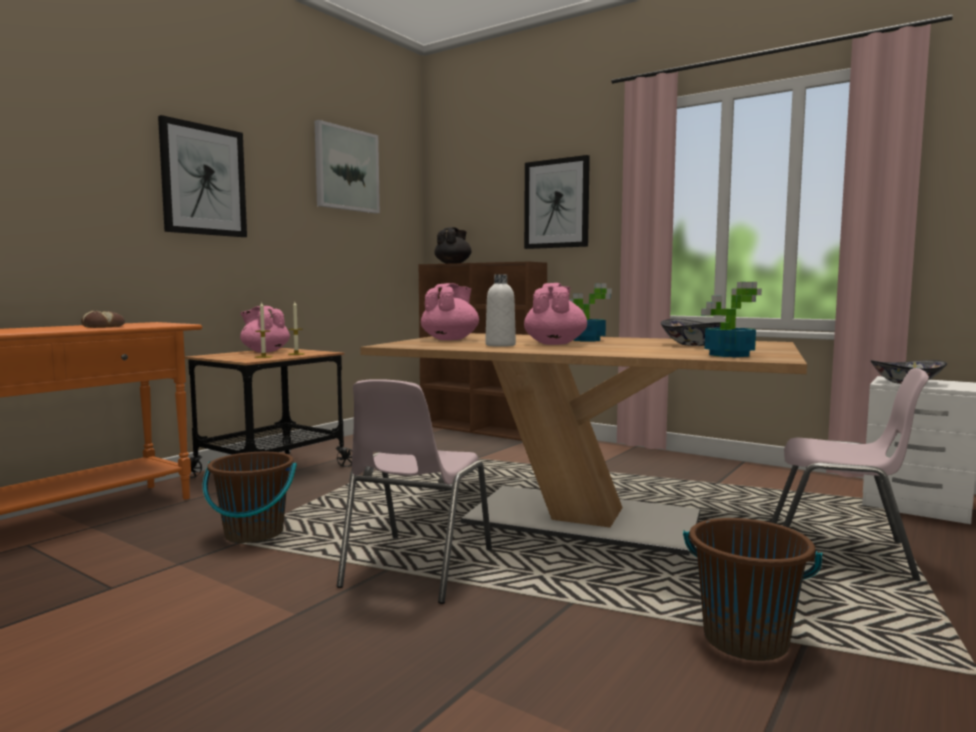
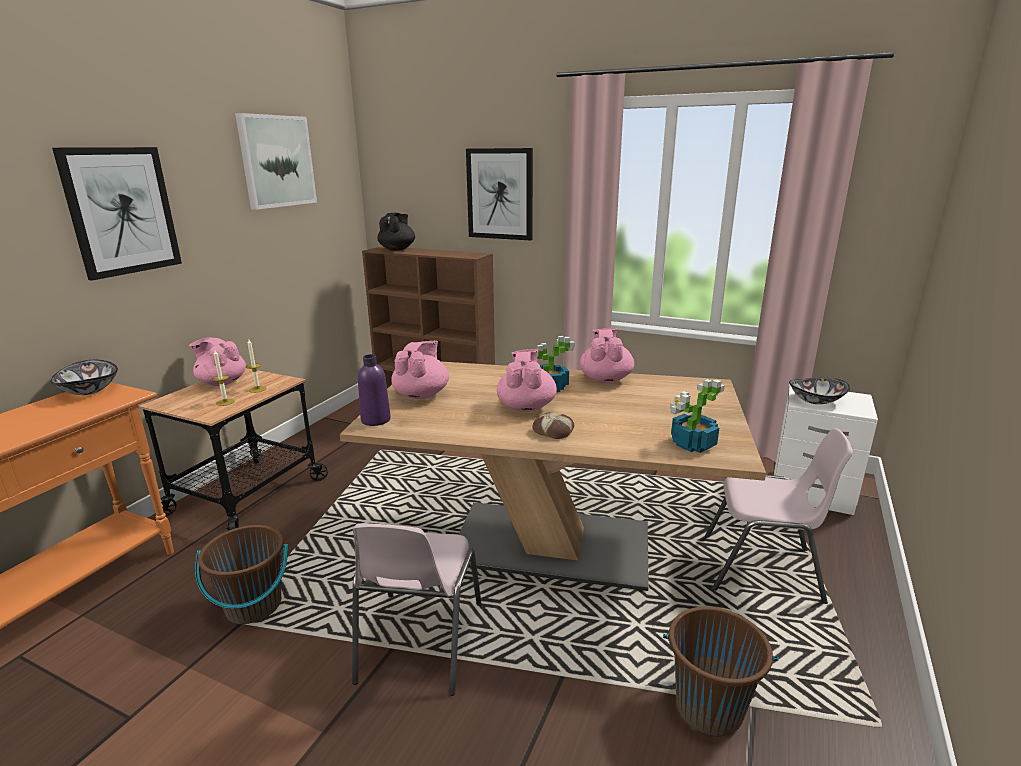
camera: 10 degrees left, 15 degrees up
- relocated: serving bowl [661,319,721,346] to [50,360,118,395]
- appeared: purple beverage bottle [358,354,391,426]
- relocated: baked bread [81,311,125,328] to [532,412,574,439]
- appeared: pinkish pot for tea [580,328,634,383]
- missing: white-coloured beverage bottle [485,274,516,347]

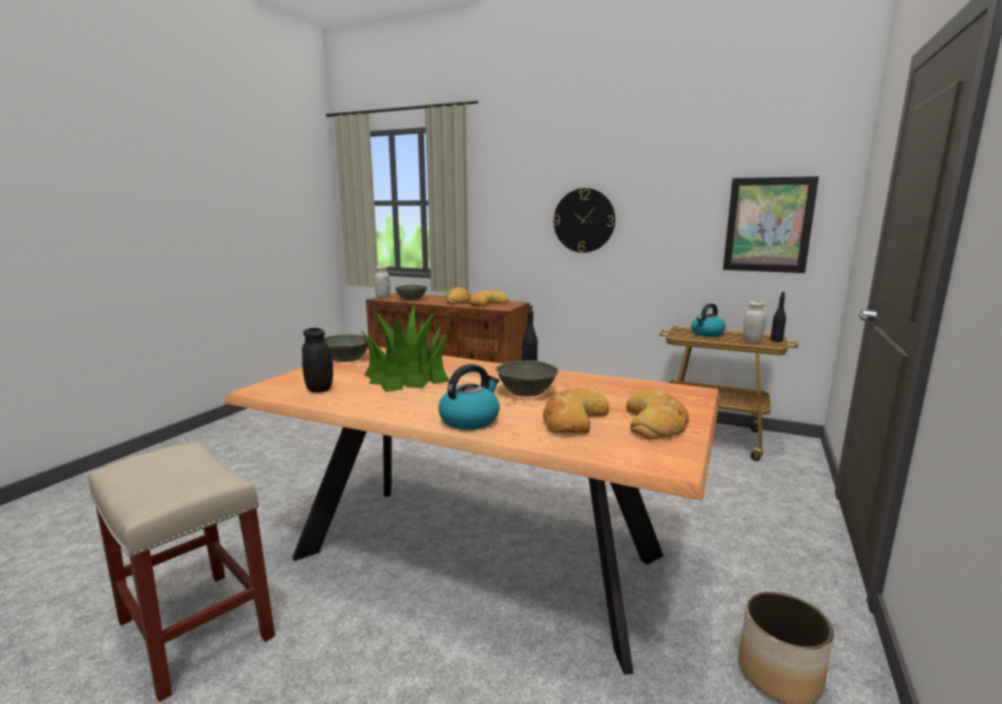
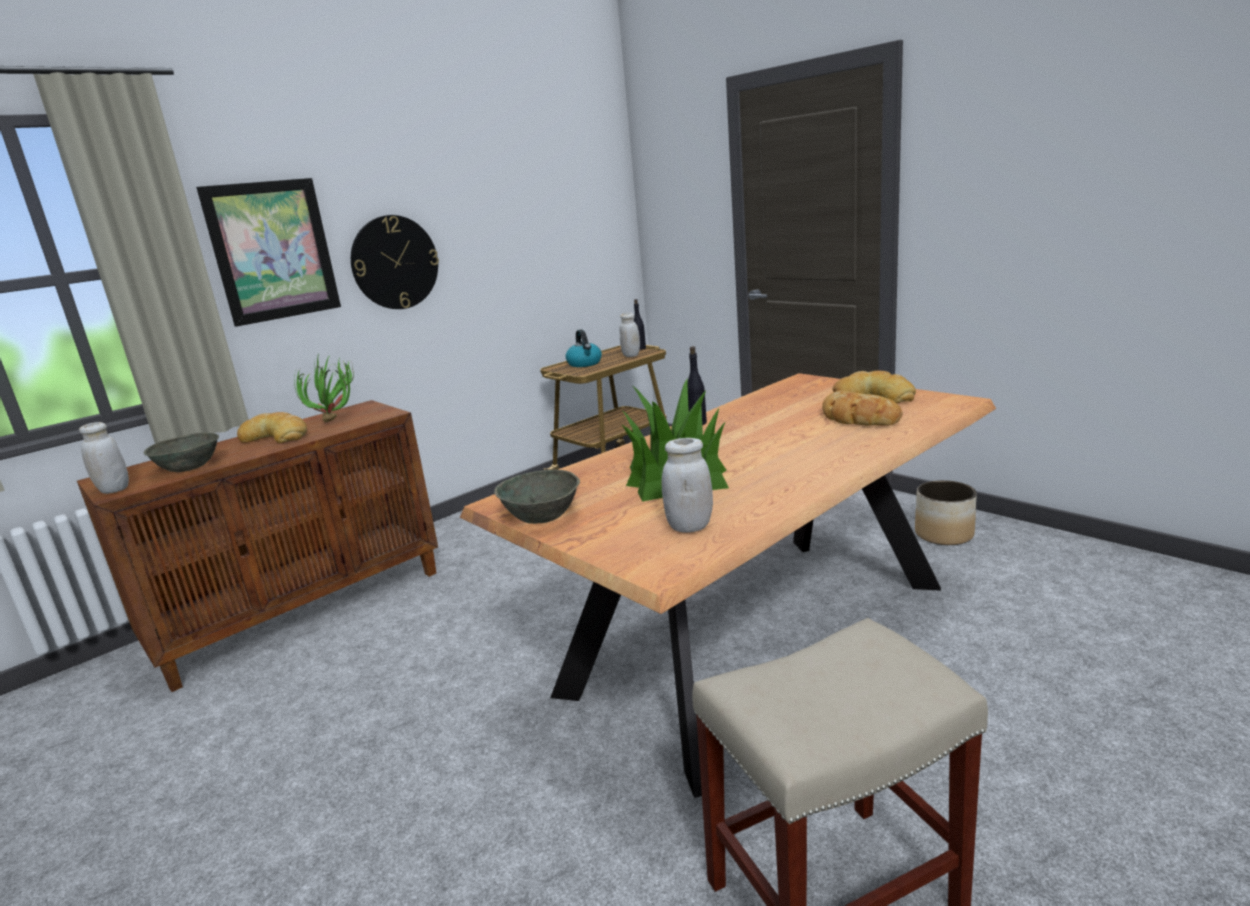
camera: 65 degrees left, 5 degrees up
- relocated: wall art [723,176,819,273] to [196,178,341,327]
- exchanged: baked bread [469,290,509,307] to potted plant [294,353,354,422]
- colour: blackish storage jar [302,328,333,392] to white-coloured storage jar [662,438,713,533]
- missing: water kettle [439,364,500,430]
- missing: gray serving bowl [496,361,559,397]

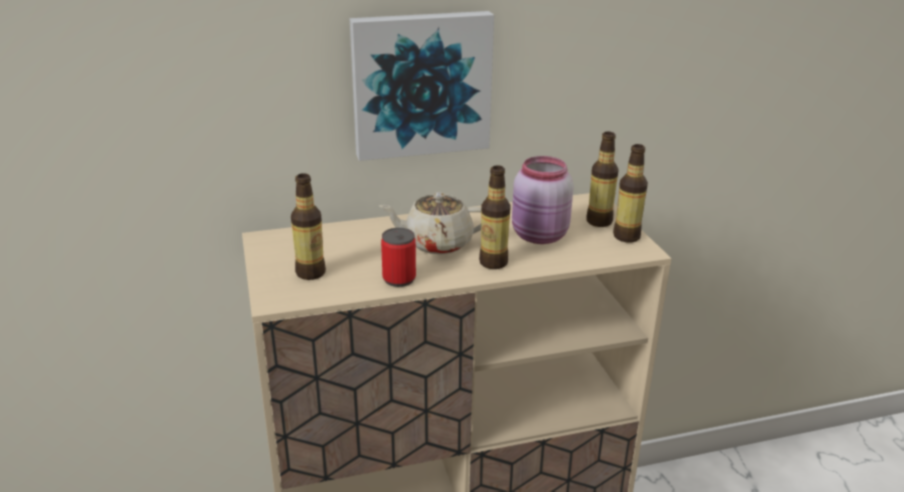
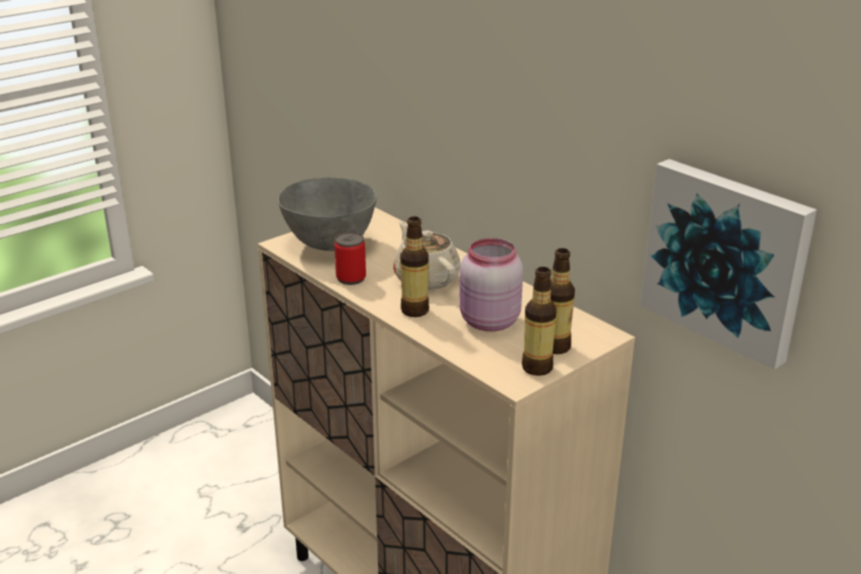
camera: 65 degrees right, 0 degrees up
- exchanged: beverage bottle [291,173,326,280] to gray serving bowl [278,177,377,251]
- relocated: wall art [350,11,494,161] to [640,159,817,369]

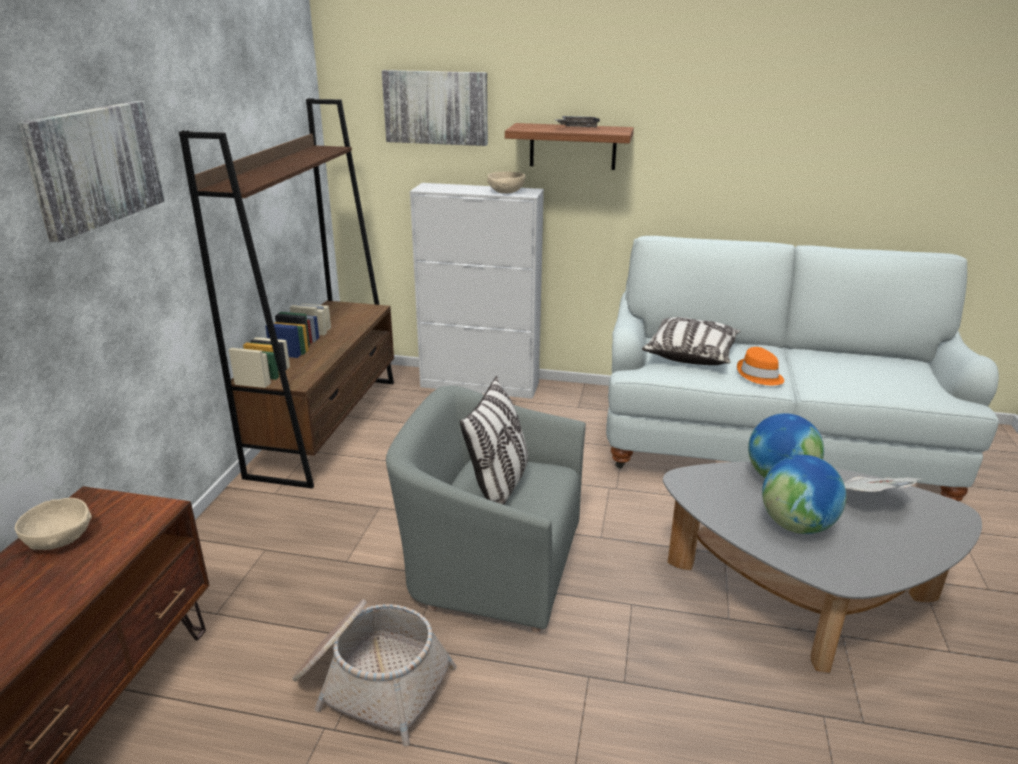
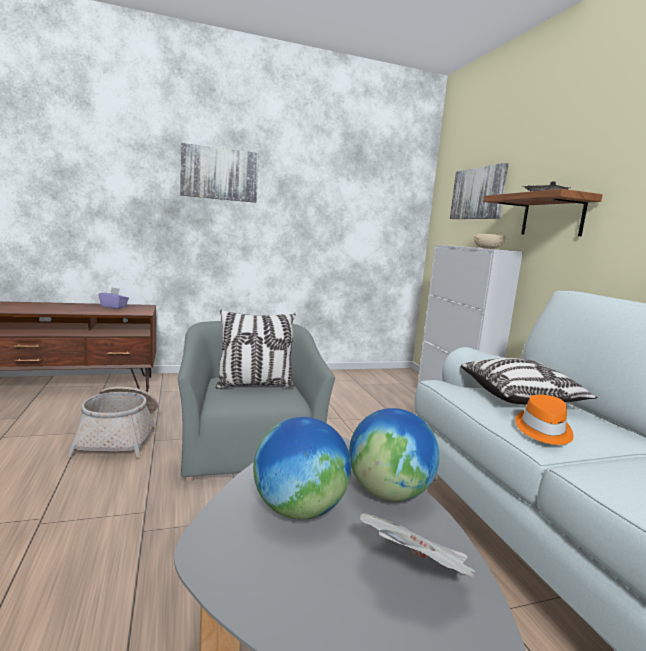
camera: 60 degrees right, 15 degrees down
- exchanged: beige-coloured serving bowl [15,498,92,550] to purple tissue holder [98,288,129,309]
- missing: brownish shelving unit [179,98,394,489]

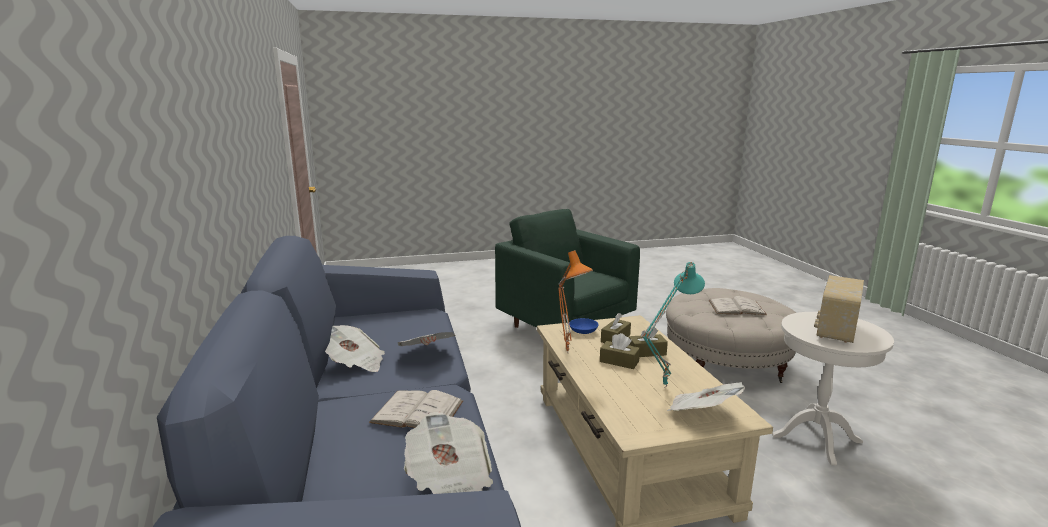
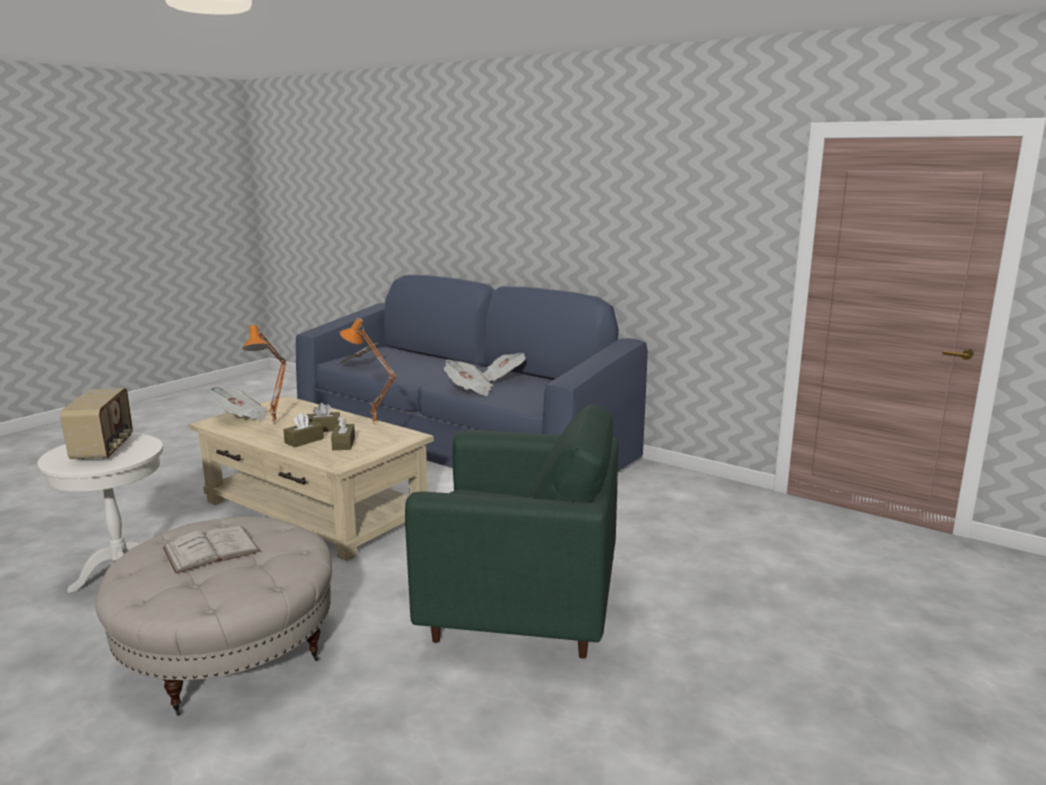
camera: 140 degrees right, 0 degrees up
- colour: blue-green tabletop lamp [642,262,705,388] to orange tabletop lamp [242,325,287,424]
- missing: white-coloured book [369,390,463,428]
- missing: bluish serving bowl [569,318,599,334]

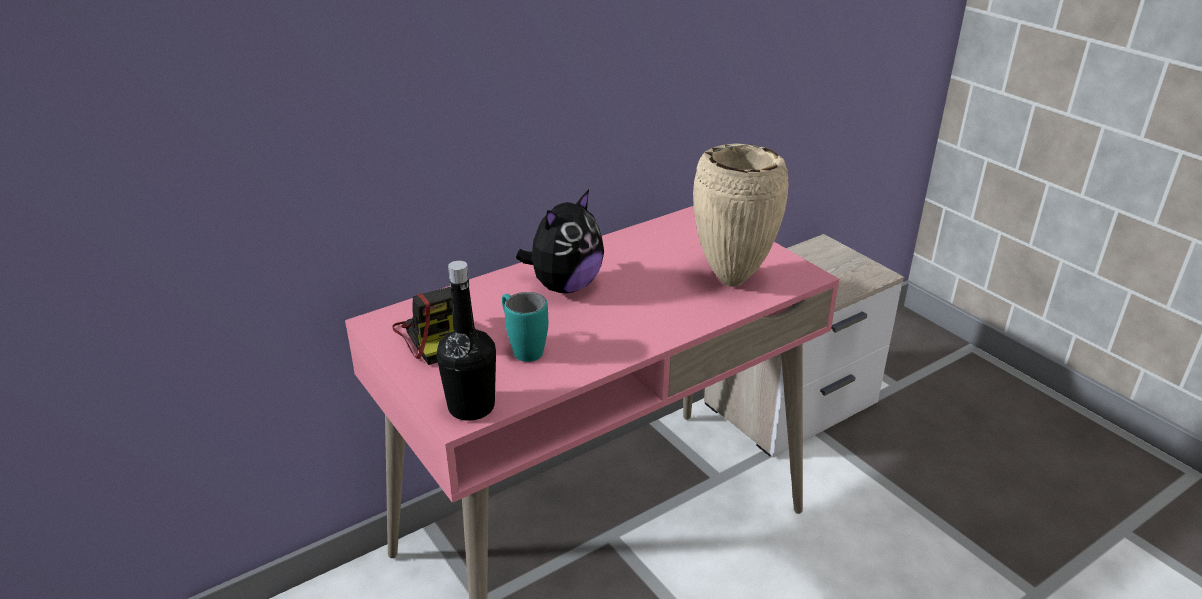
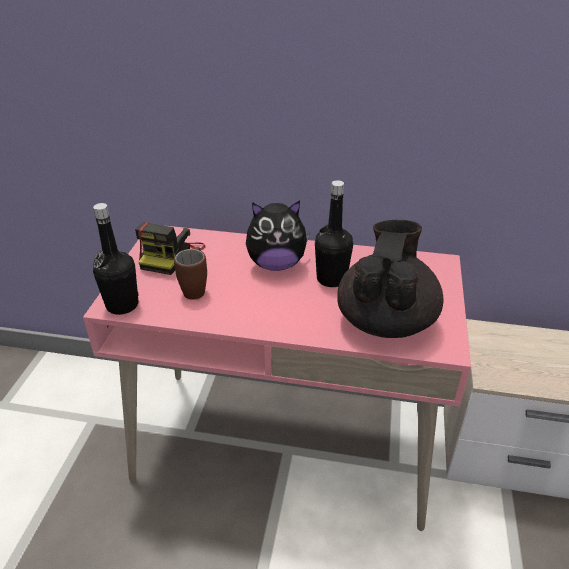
camera: 45 degrees right, 5 degrees up
- colour: blue-green mug [502,292,548,362] to brownish mug [174,247,207,300]
- appeared: blackish beverage bottle [315,180,353,287]
- exchanged: beige-coloured vase [693,143,788,287] to blackish pot for tea [337,220,443,338]

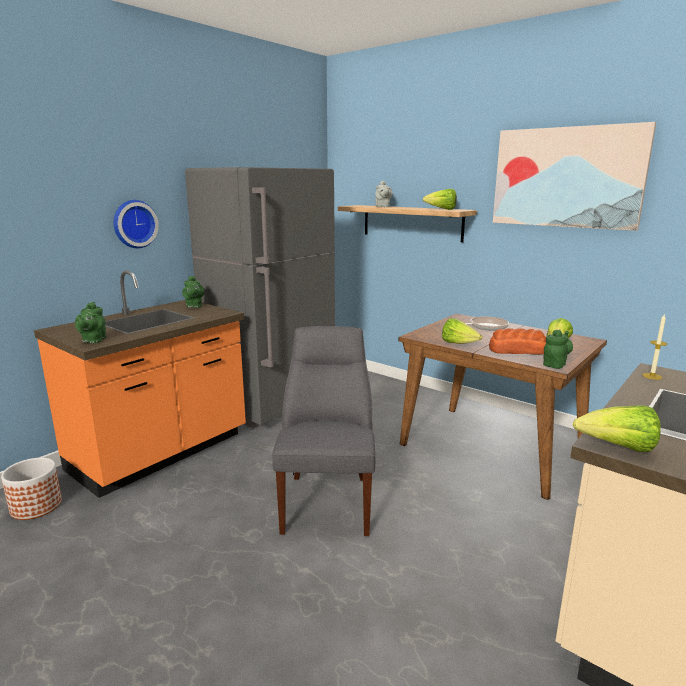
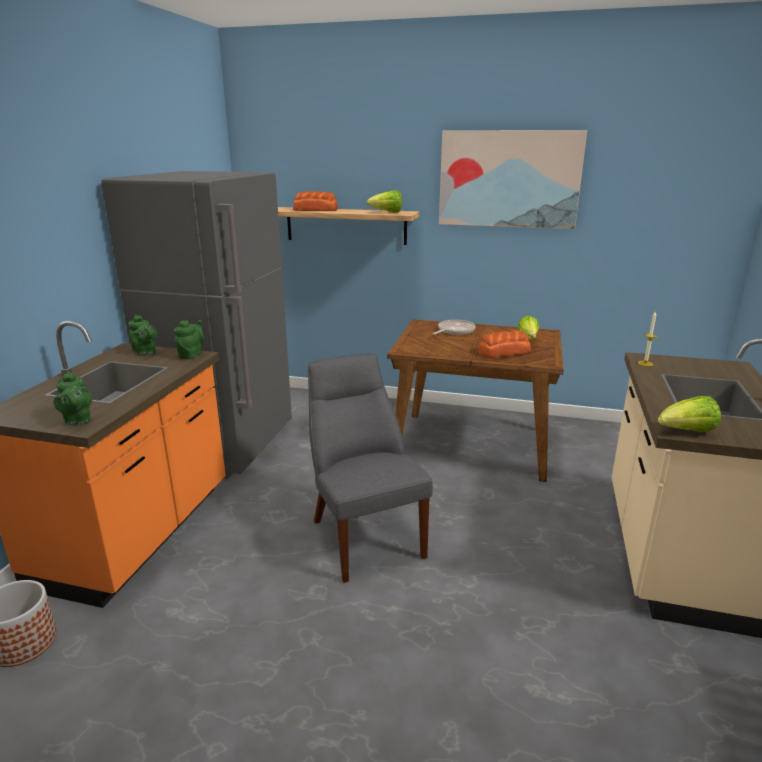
camera: 25 degrees left, 5 degrees up
- relocated: green pot for tea [543,329,573,369] to [174,320,204,359]
- exchanged: gray pot for tea [375,181,393,207] to baked bread [293,191,338,211]
- missing: wall clock [114,200,159,248]
- missing: lettuce head [442,319,482,344]

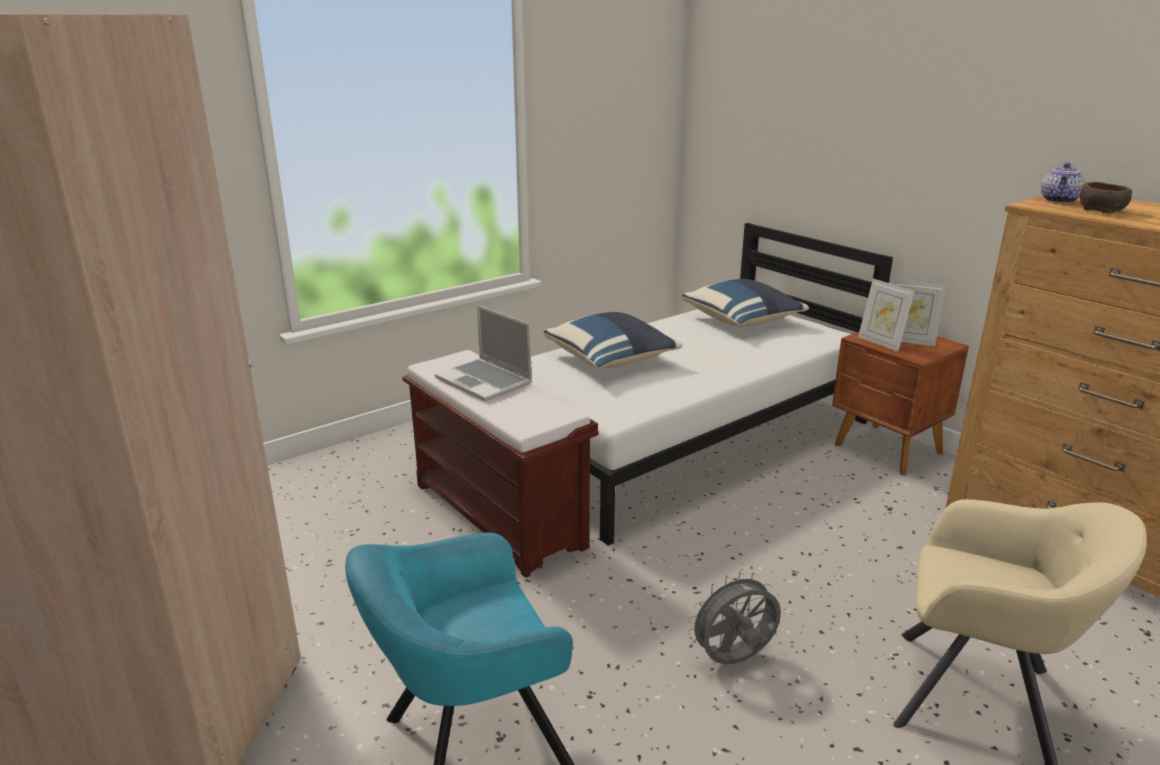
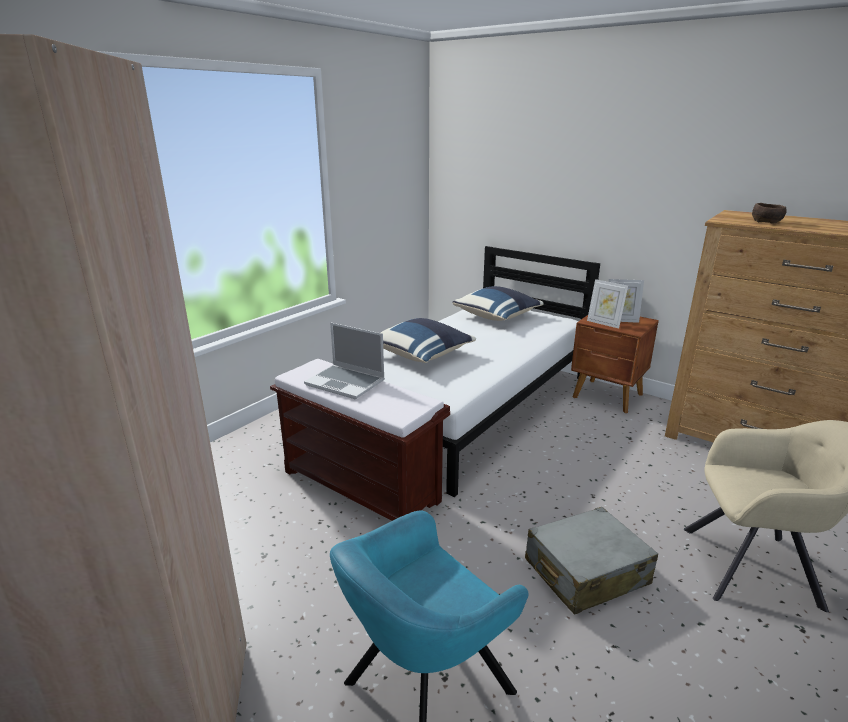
camera: 15 degrees left, 0 degrees up
- exchanged: gray cooling fan [687,571,781,664] to gray suitcase [525,507,658,615]
- missing: pot for tea [1041,163,1085,203]

